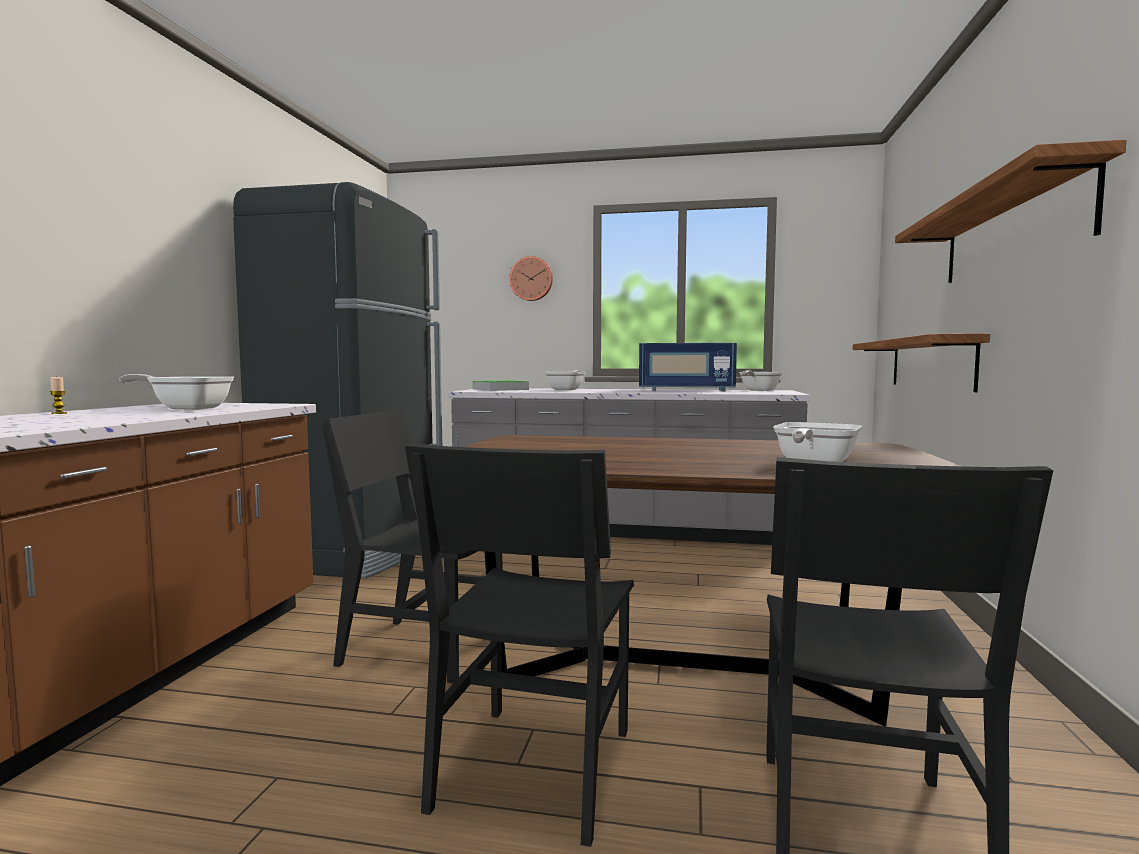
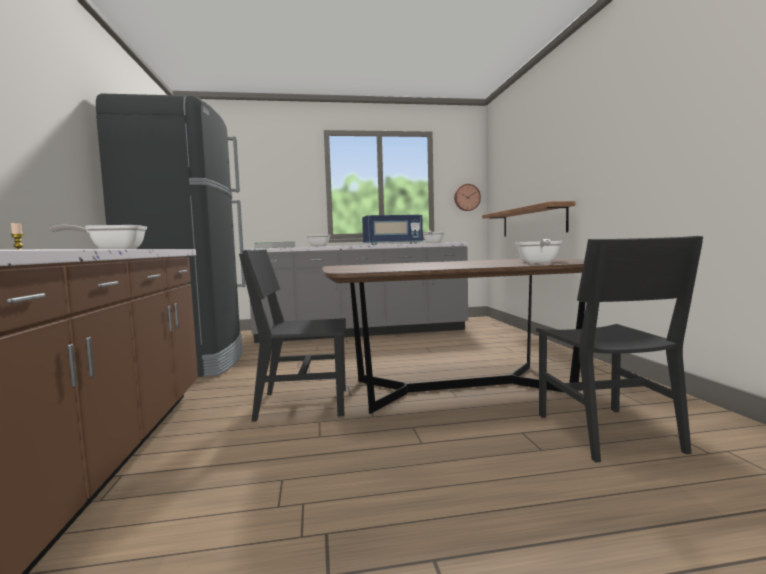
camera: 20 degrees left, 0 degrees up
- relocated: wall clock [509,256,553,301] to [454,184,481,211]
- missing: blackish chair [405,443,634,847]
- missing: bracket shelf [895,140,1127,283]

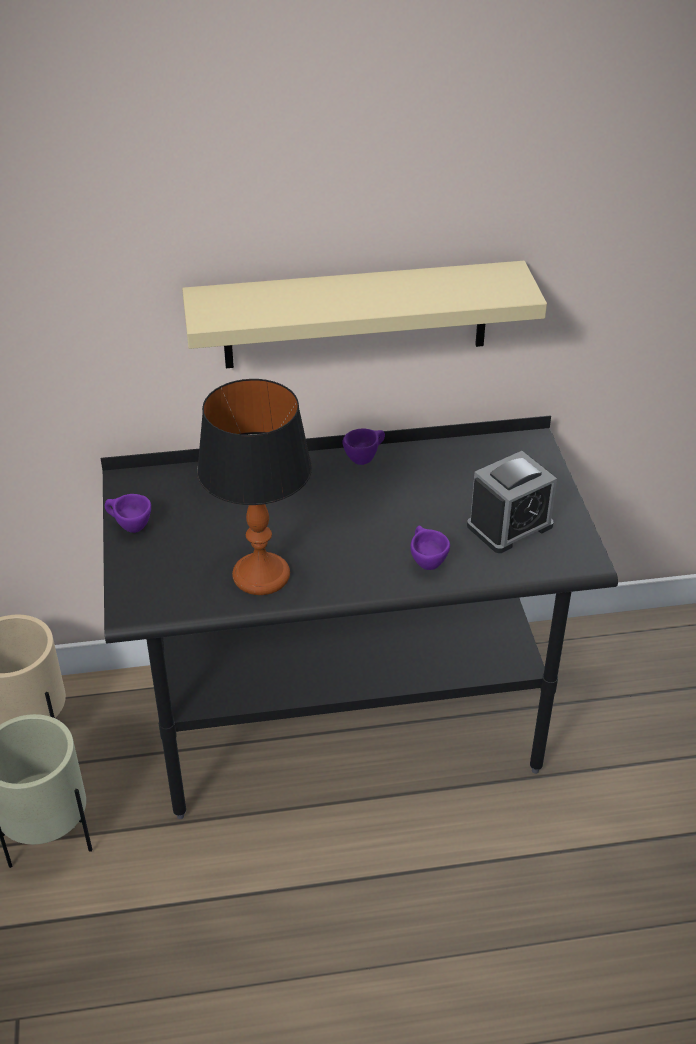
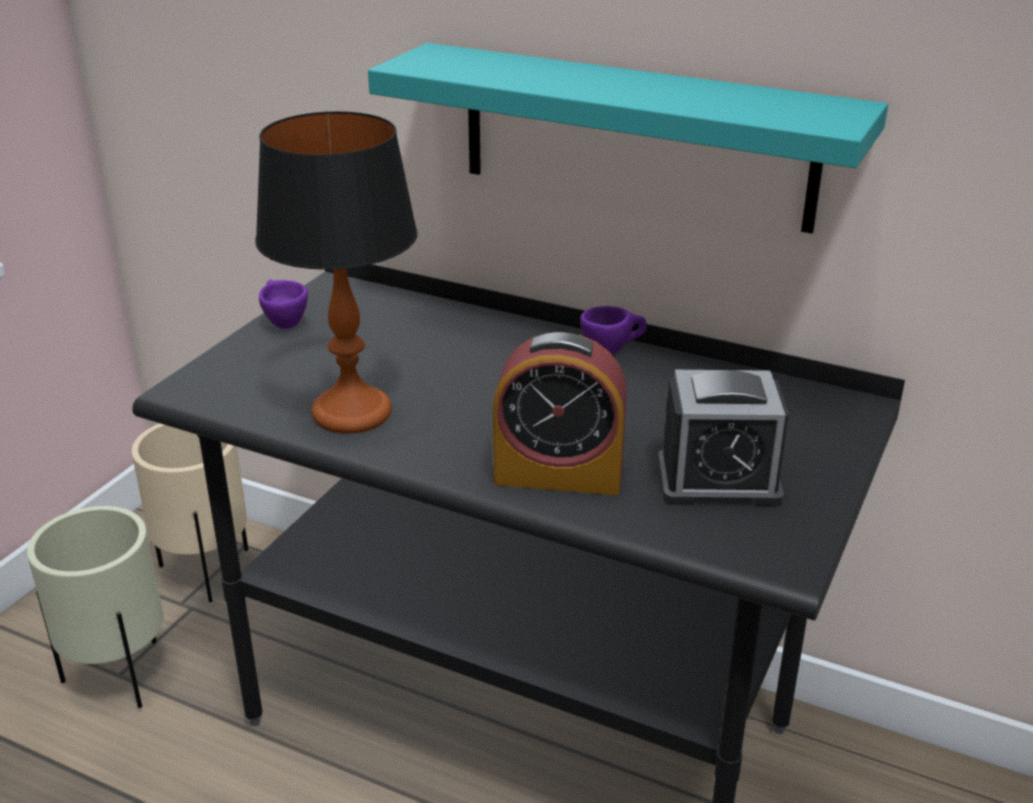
camera: 35 degrees right, 10 degrees down
- colour: beige-coloured bracket shelf [182,261,547,368] to blue-green bracket shelf [368,43,888,234]
- exchanged: purple small cup [410,525,450,570] to bedside clock [493,332,627,495]

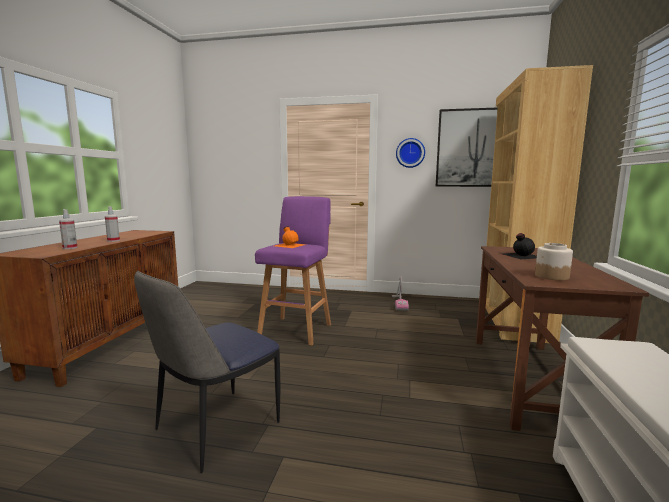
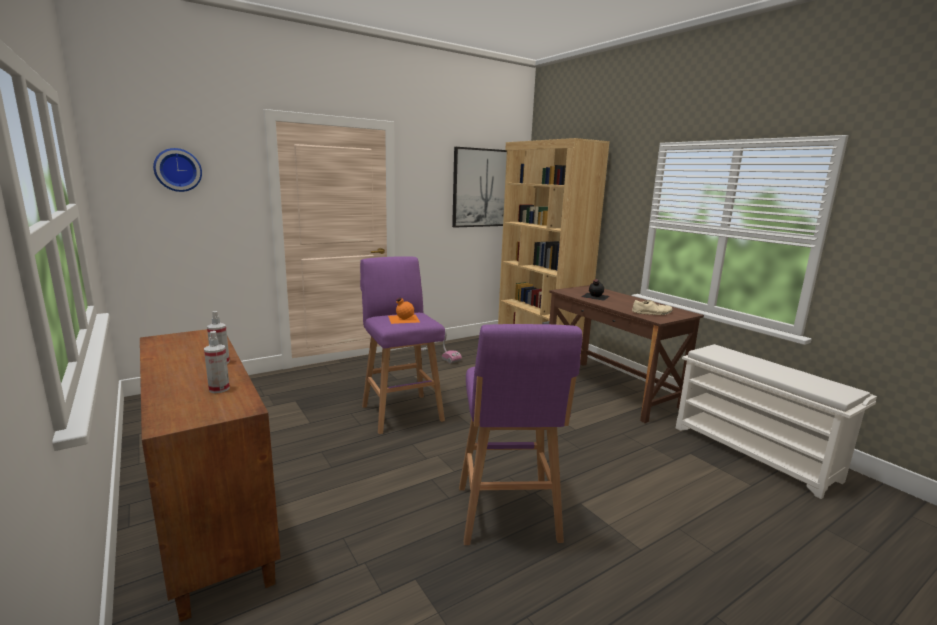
camera: 45 degrees left, 5 degrees up
- relocated: wall clock [396,138,425,168] to [153,148,202,192]
- exchanged: chair [134,271,281,473] to purple stool [459,324,583,545]
- exchanged: storage jar [535,243,573,281] to beige-coloured shoe [632,300,673,315]

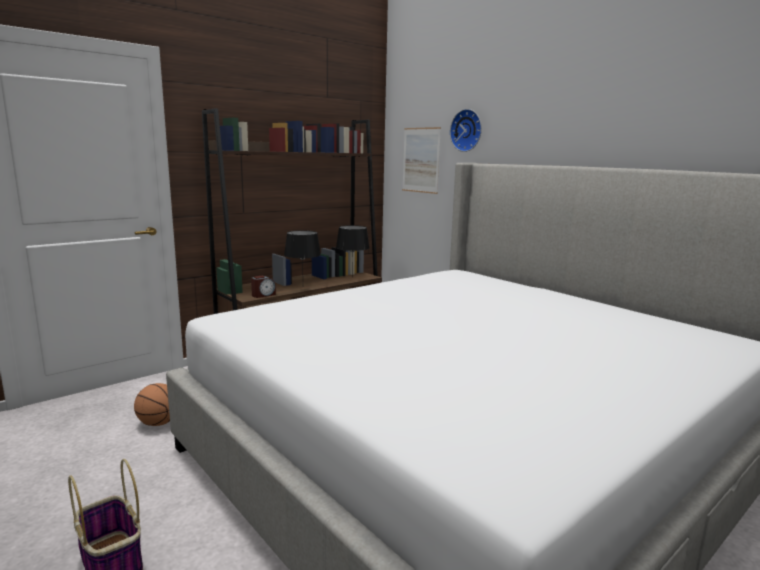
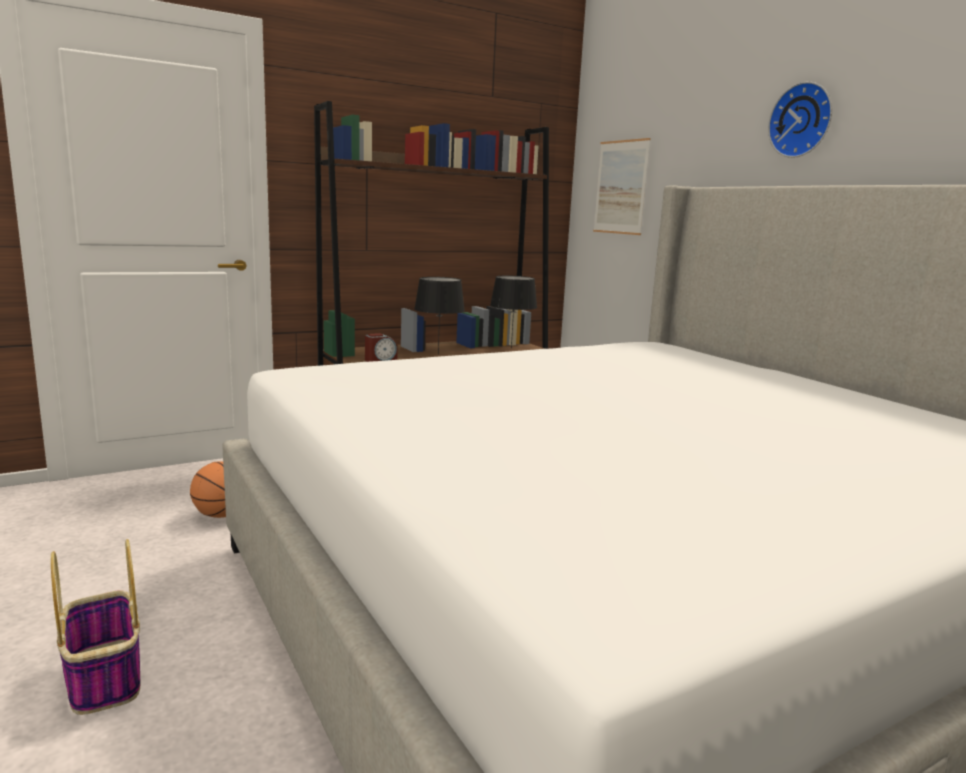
camera: 10 degrees right, 0 degrees up
- relocated: wall clock [450,109,482,152] to [768,82,832,158]

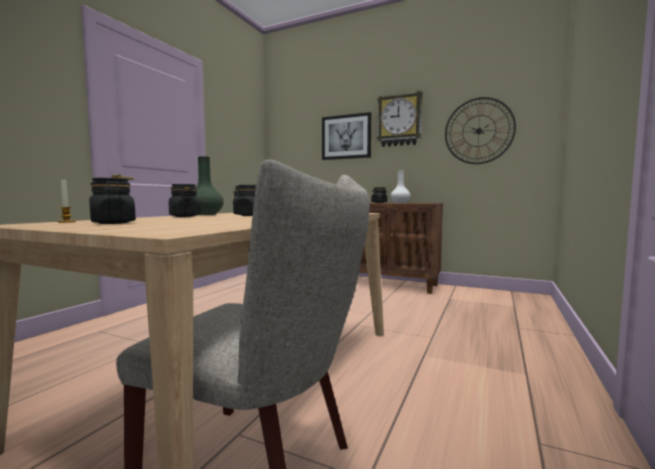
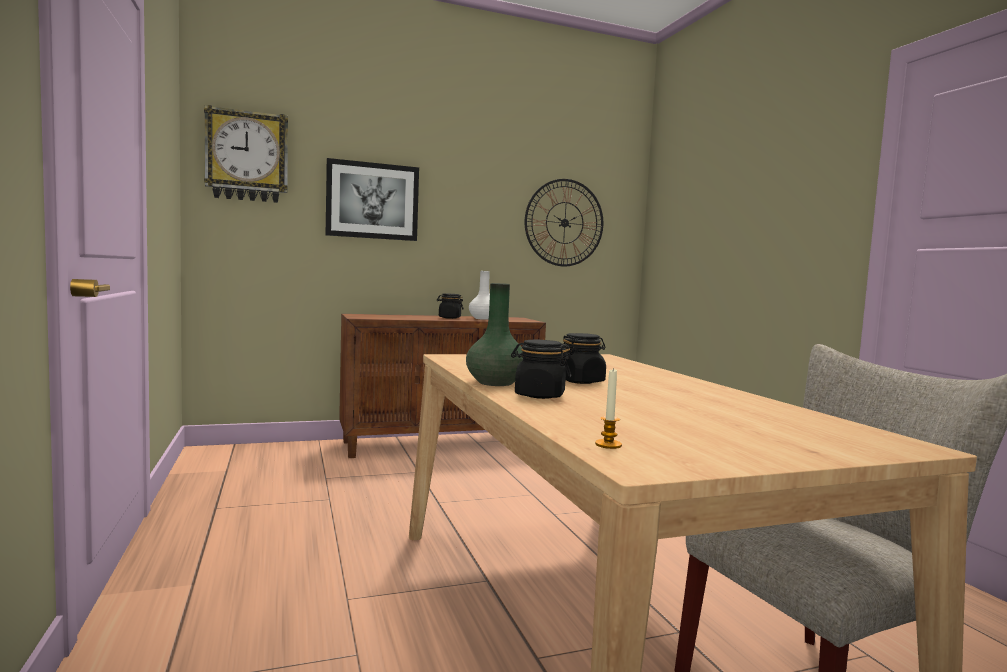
camera: 45 degrees left, 0 degrees up
- relocated: wall clock [377,91,423,147] to [204,105,288,203]
- missing: blackish storage jar [89,178,136,224]

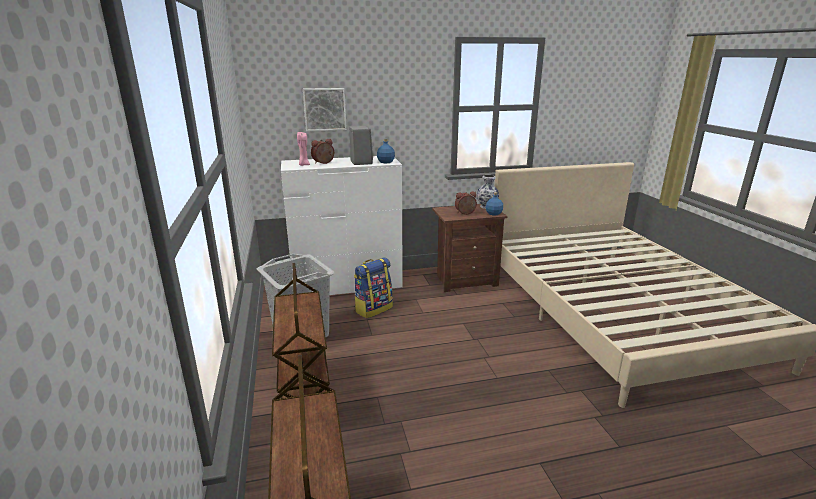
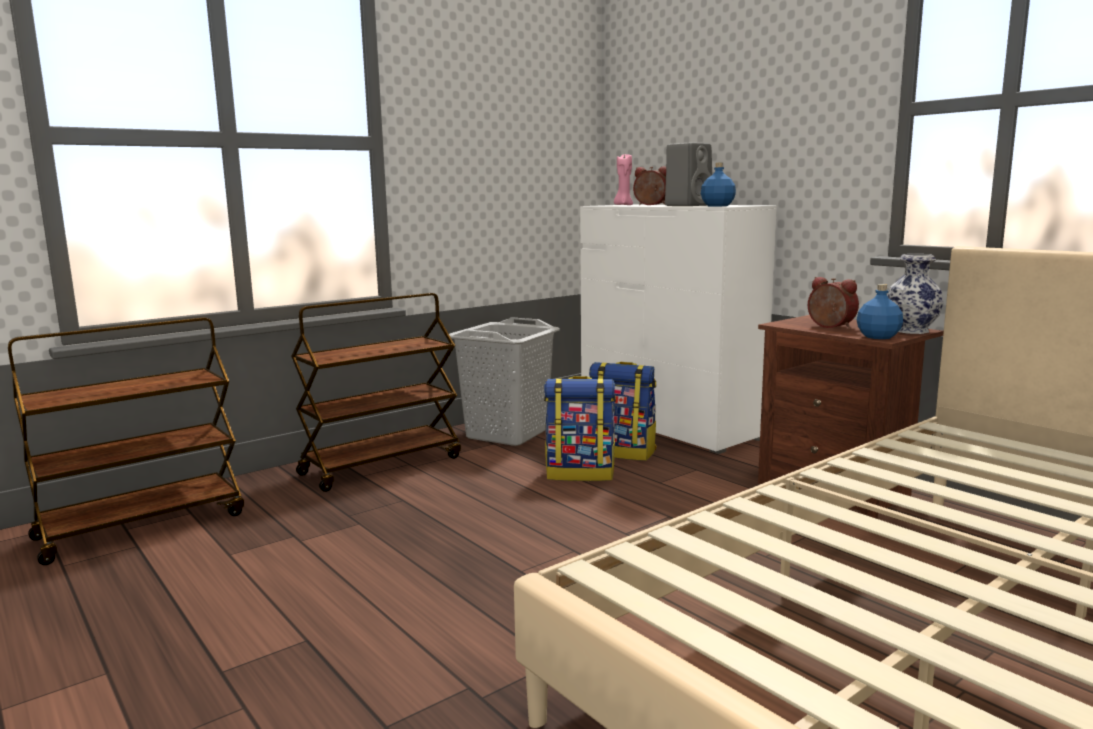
camera: 65 degrees right, 10 degrees down
- appeared: rucksack [544,376,616,481]
- missing: wall art [303,88,347,131]

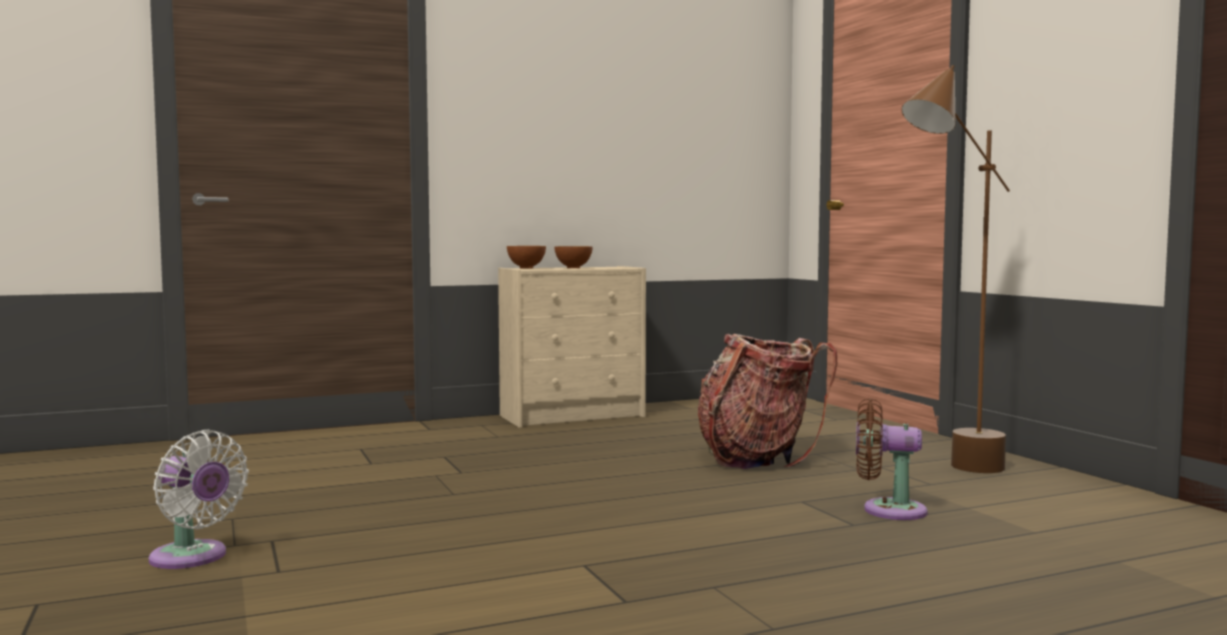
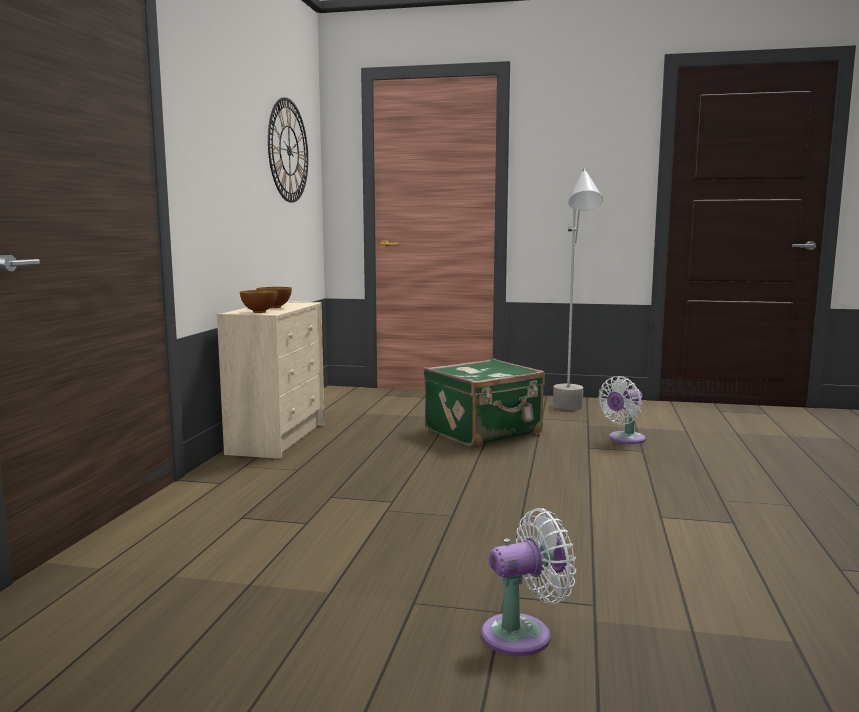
camera: 55 degrees left, 5 degrees up
- appeared: wall clock [268,97,308,203]
- exchanged: rucksack [698,334,837,469] to green suitcase [424,358,545,447]
- colour: brownish standard lamp [902,65,1010,473] to gray standard lamp [553,169,603,410]
- colour: brownish cooling fan [856,398,928,520] to white-coloured cooling fan [598,376,646,444]

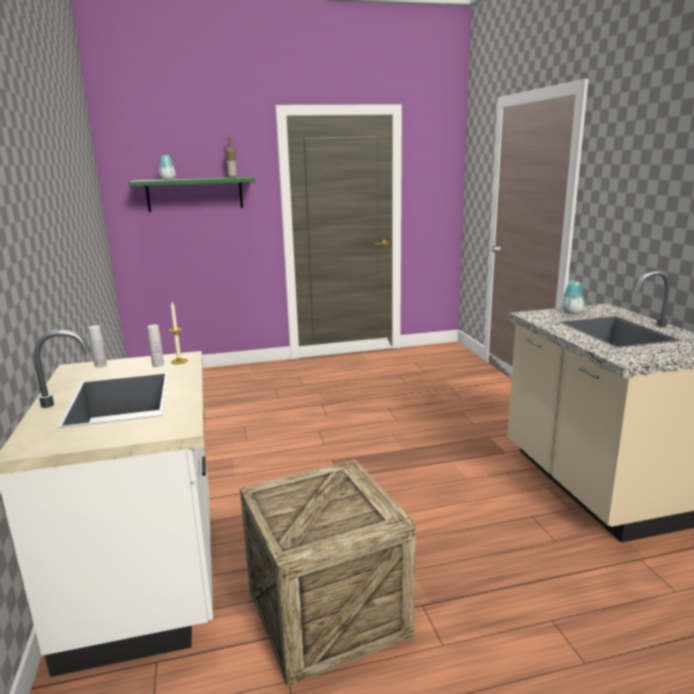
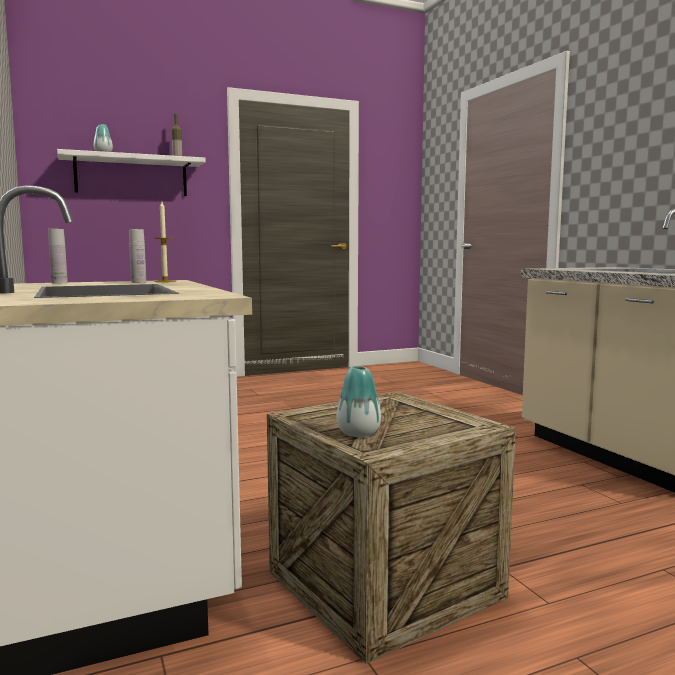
camera: 10 degrees left, 10 degrees down
- colour: green bracket shelf [129,177,255,212] to white-coloured bracket shelf [57,149,206,196]
- relocated: vase [561,280,584,314] to [337,366,381,437]

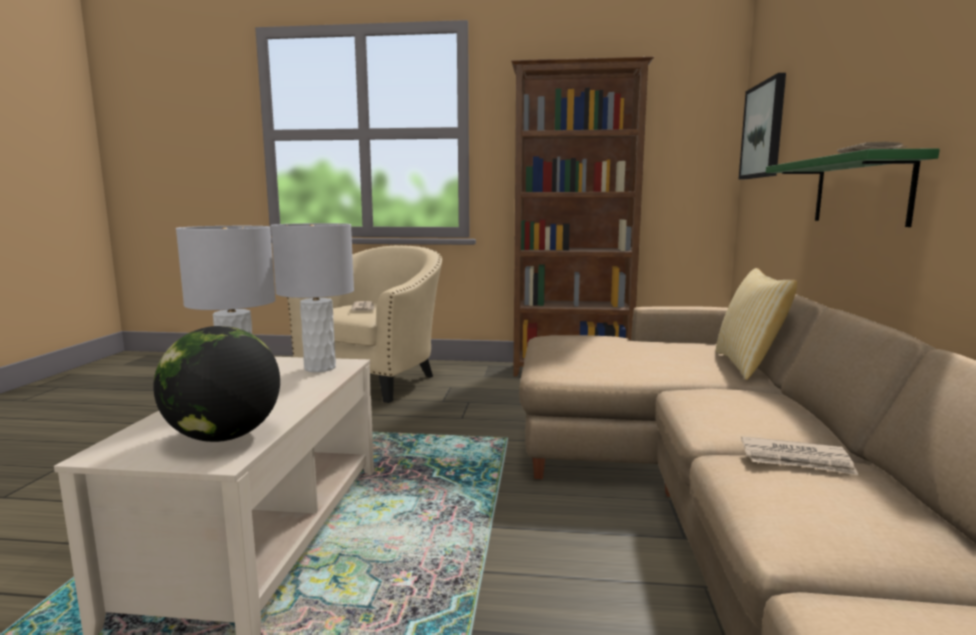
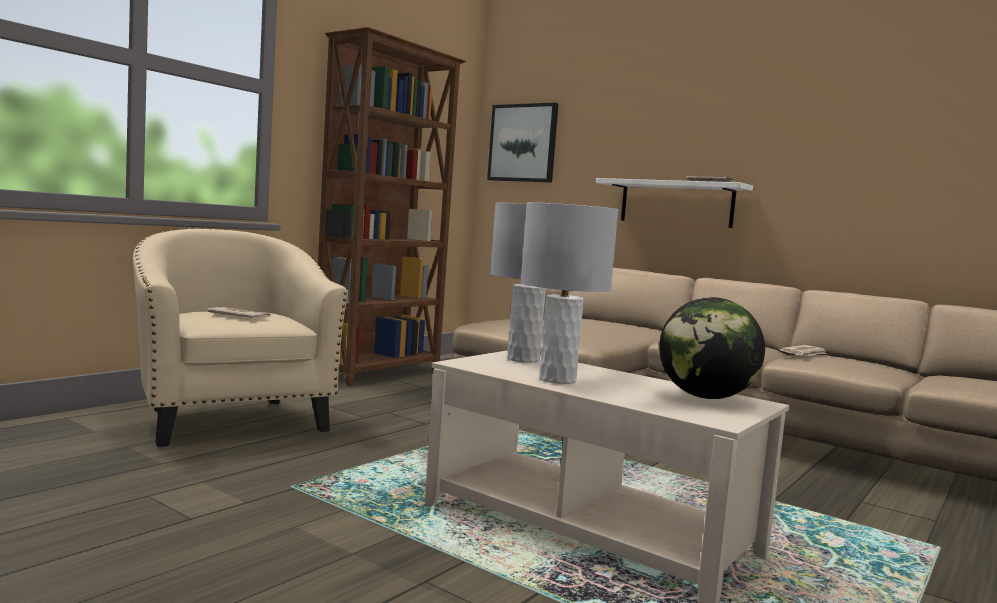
camera: 60 degrees left, 5 degrees down
- colour: green bracket shelf [766,148,940,227] to white-coloured bracket shelf [596,178,753,228]
- missing: pillow [716,268,797,380]

